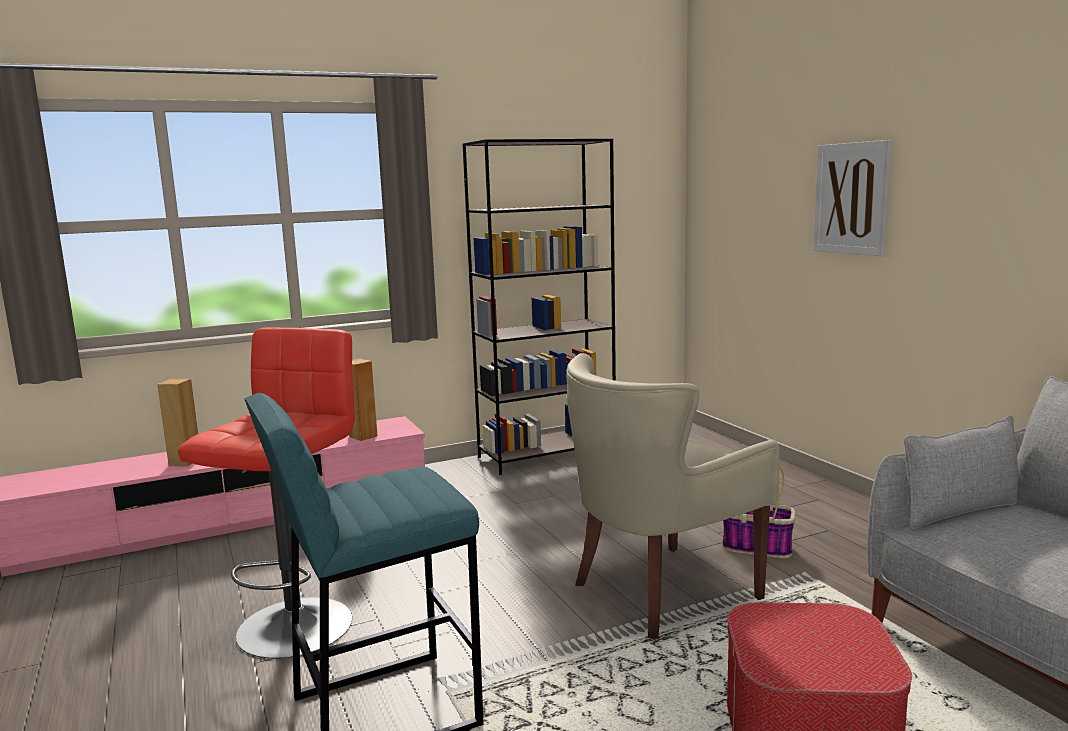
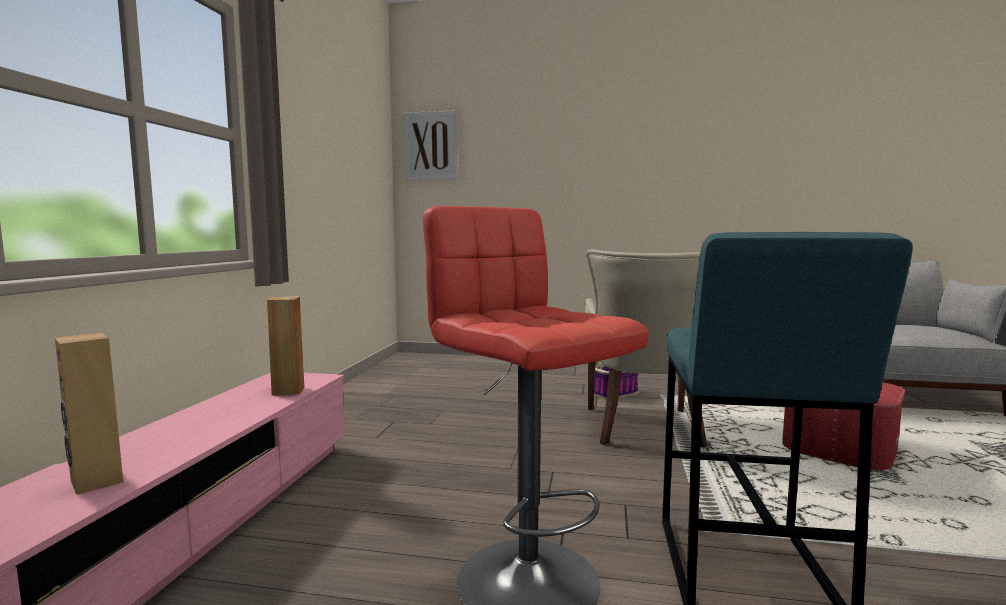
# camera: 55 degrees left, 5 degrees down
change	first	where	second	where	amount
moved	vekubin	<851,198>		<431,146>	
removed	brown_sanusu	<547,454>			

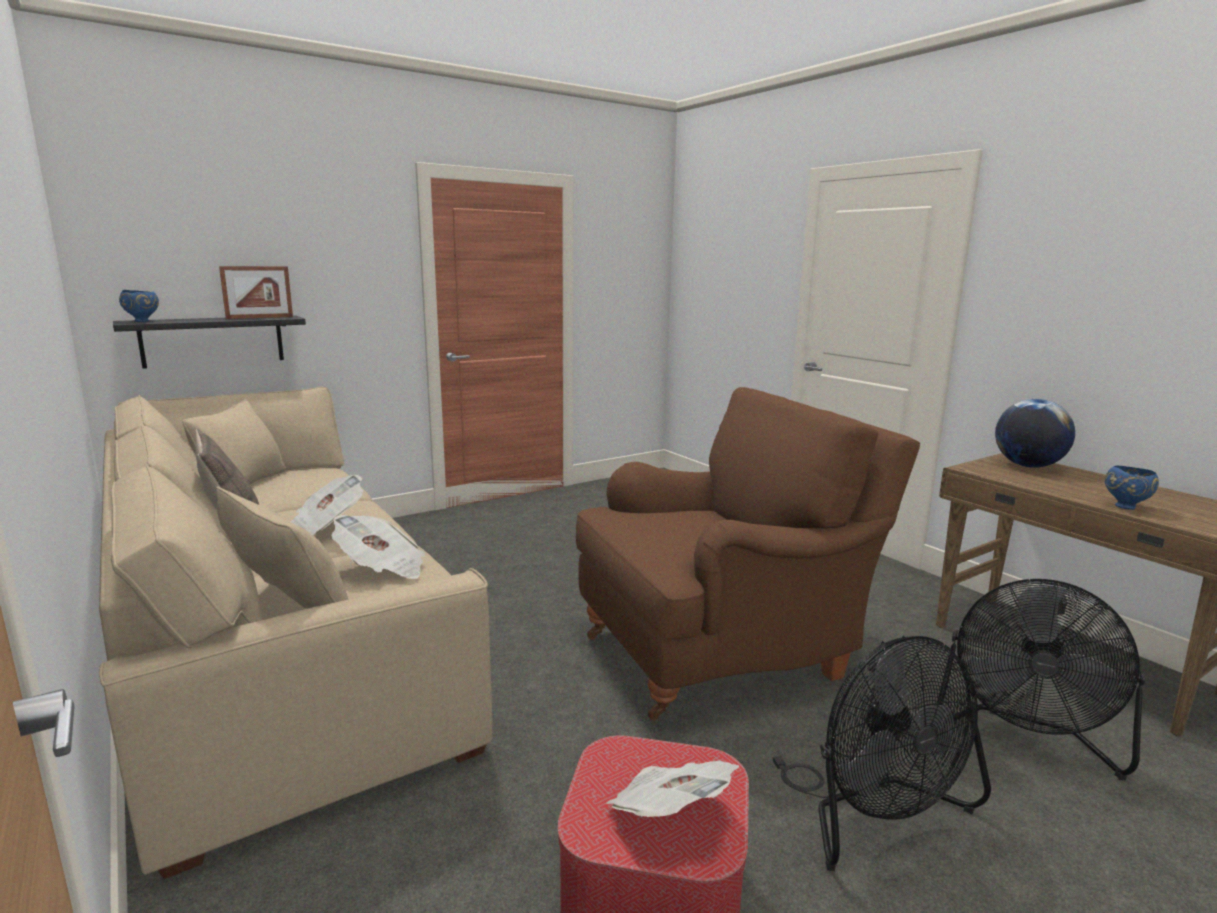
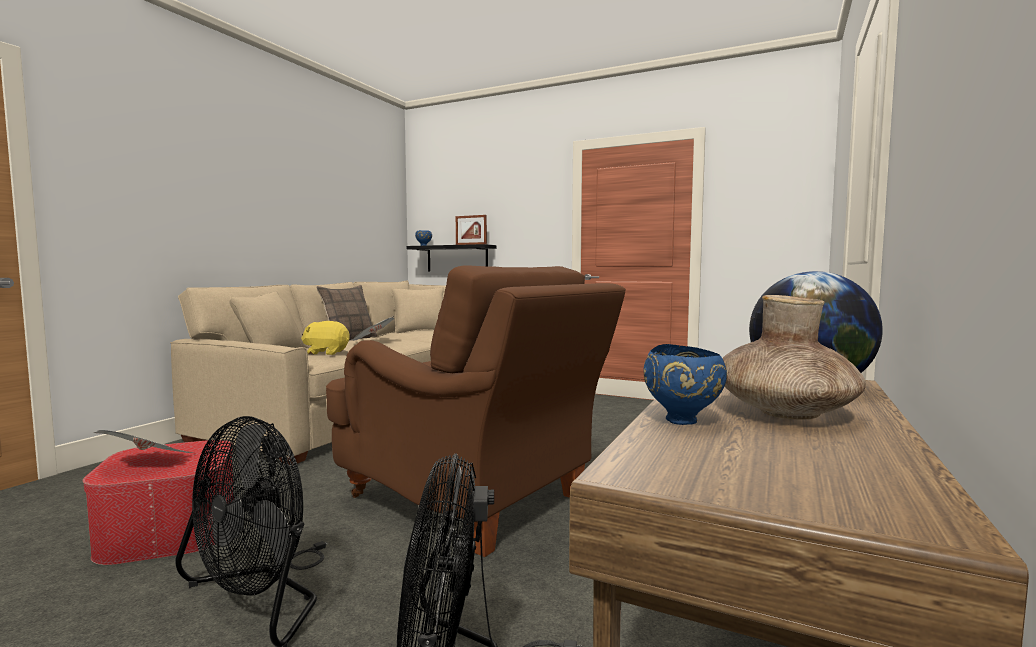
# camera: 60 degrees right, 10 degrees down
change	first	where	second	where	amount
replaced	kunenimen	<382,568>	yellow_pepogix	<326,352>	
added			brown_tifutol	<786,413>	

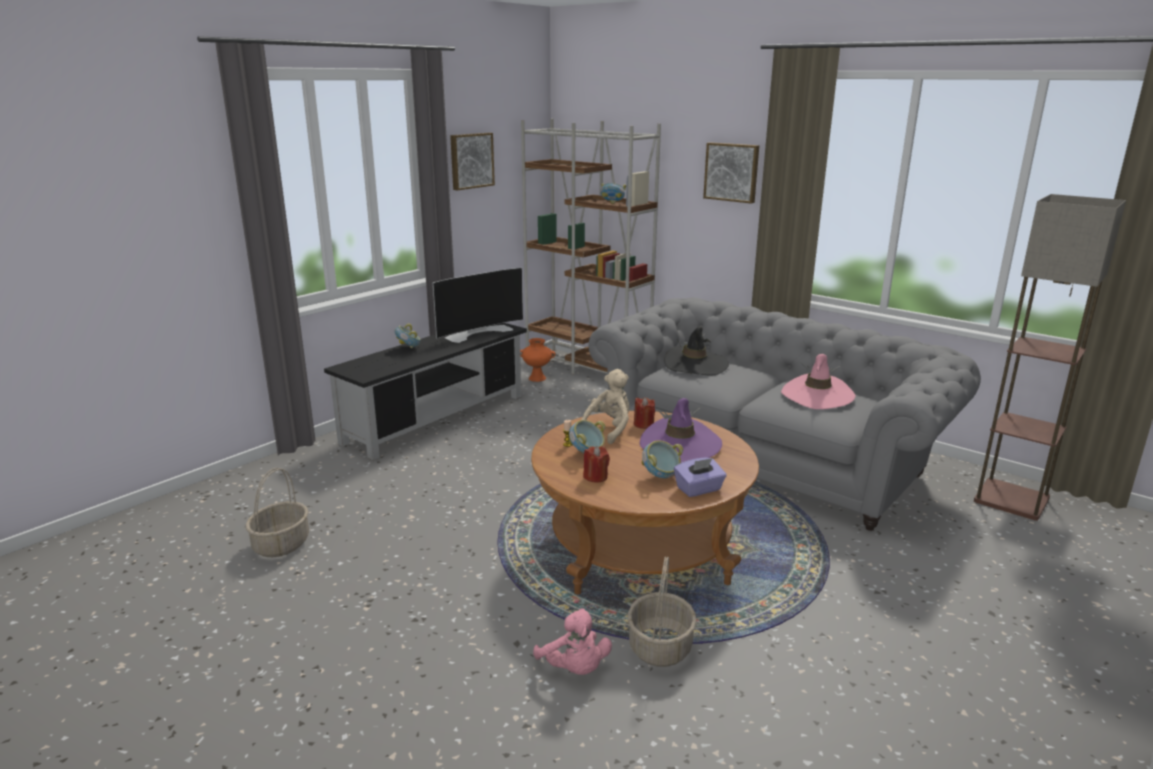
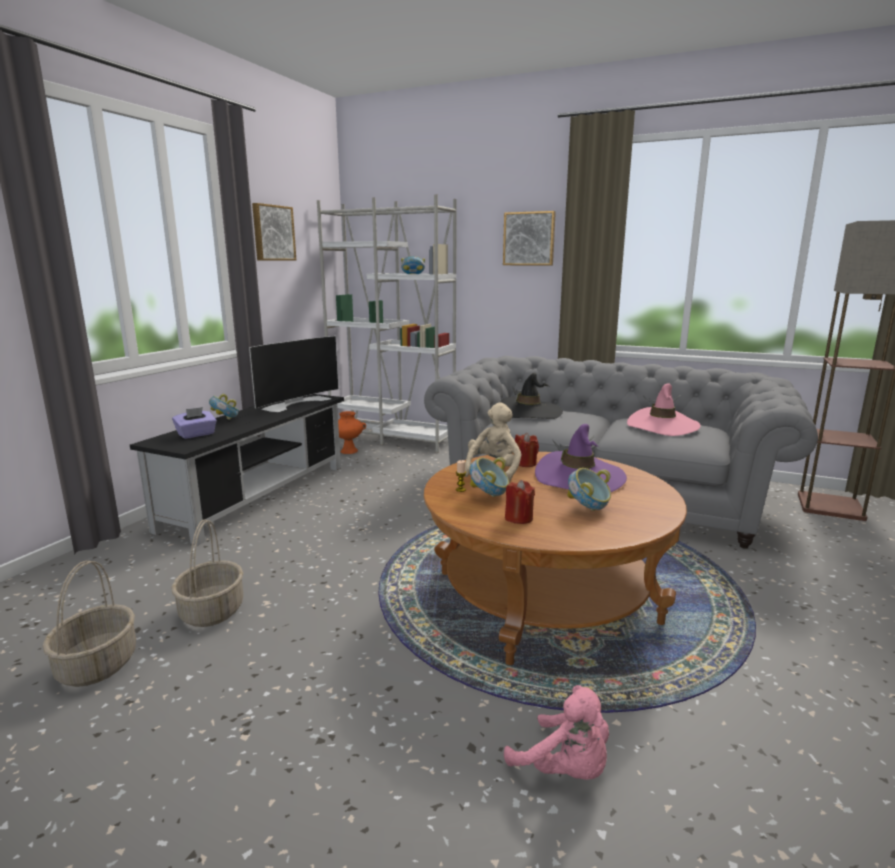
# camera: 15 degrees left, 5 degrees down
change	first	where	second	where	amount
moved	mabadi	<659,647>		<211,611>	
moved	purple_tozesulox	<699,489>		<196,434>	
recoloured	brown_sanusu	<587,368>	white_sanusu	<393,439>	

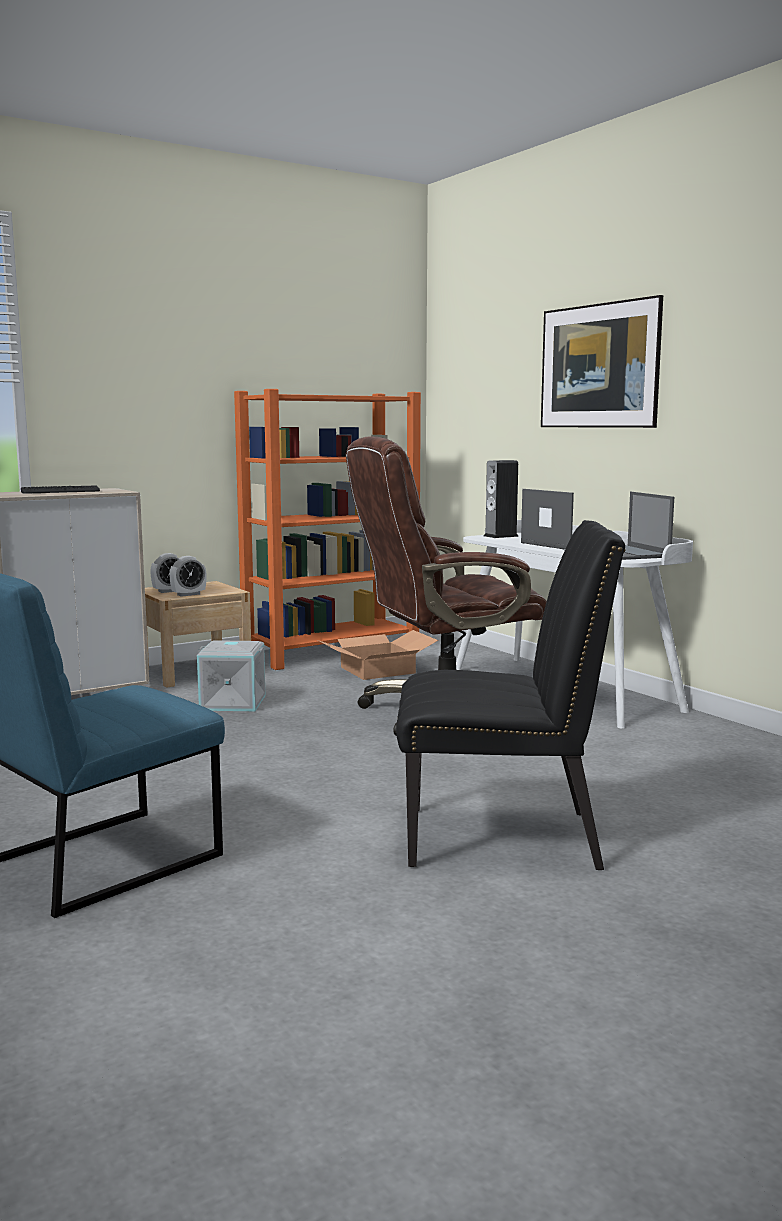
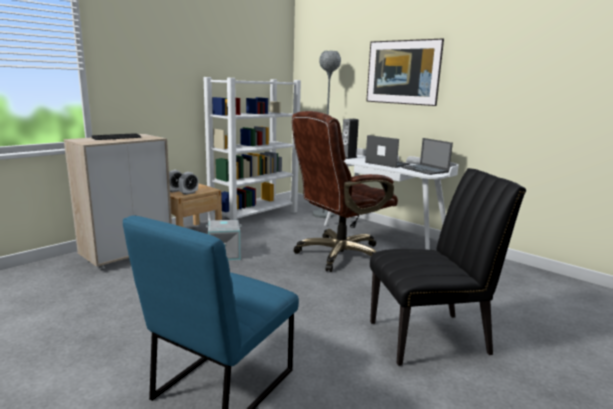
# camera: 15 degrees left, 5 degrees up
change	first	where	second	where	amount
recoloured	orange_sanusu	<332,651>	white_sanusu	<254,216>	
added			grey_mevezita	<323,214>	
removed	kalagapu	<378,670>			

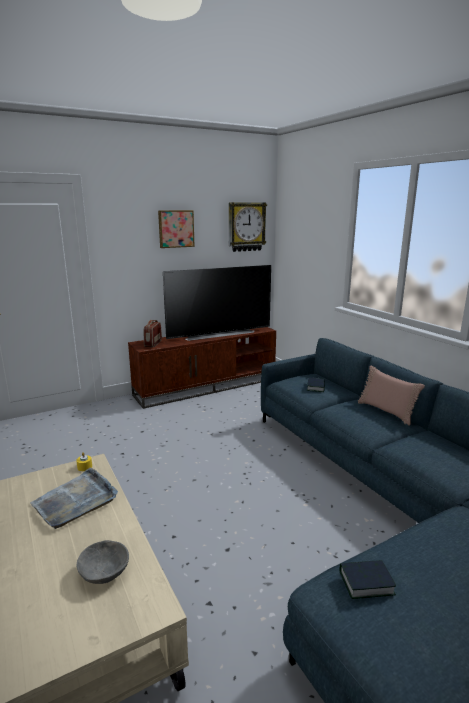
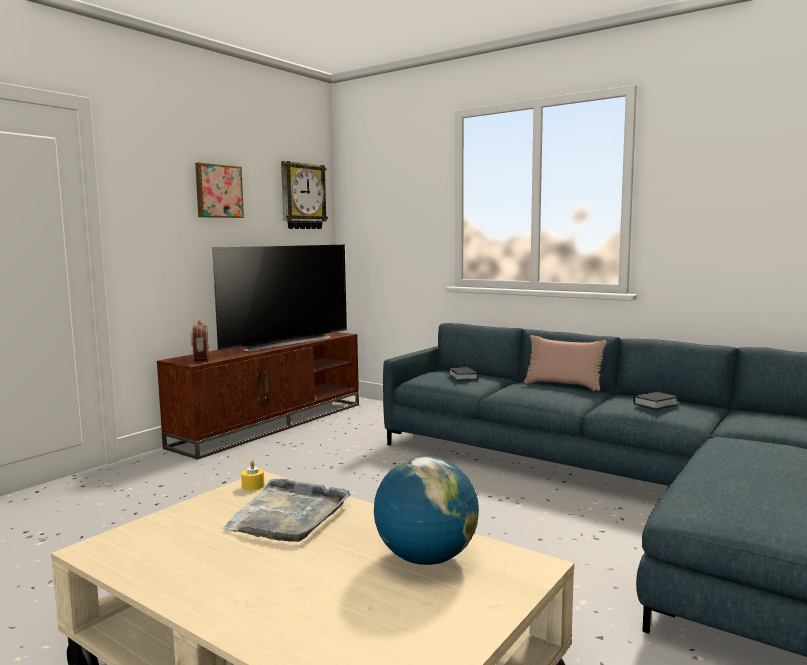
# camera: 25 degrees left, 10 degrees down
change	first	where	second	where	amount
replaced	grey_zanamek	<104,572>	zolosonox	<426,558>	
moved	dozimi	<366,583>		<655,405>	

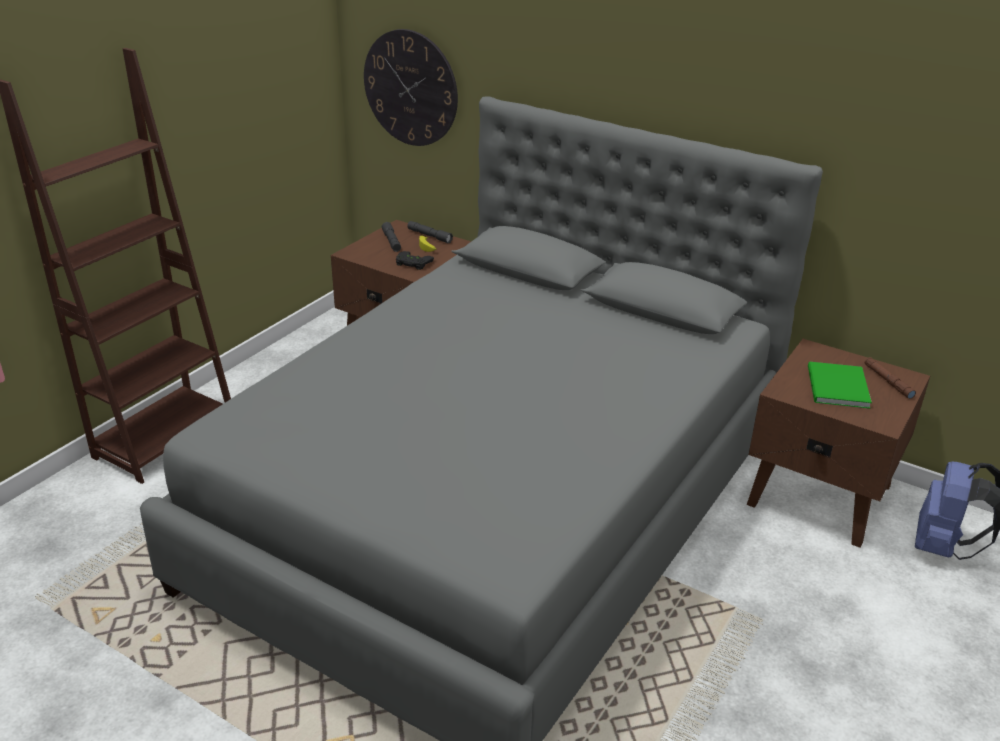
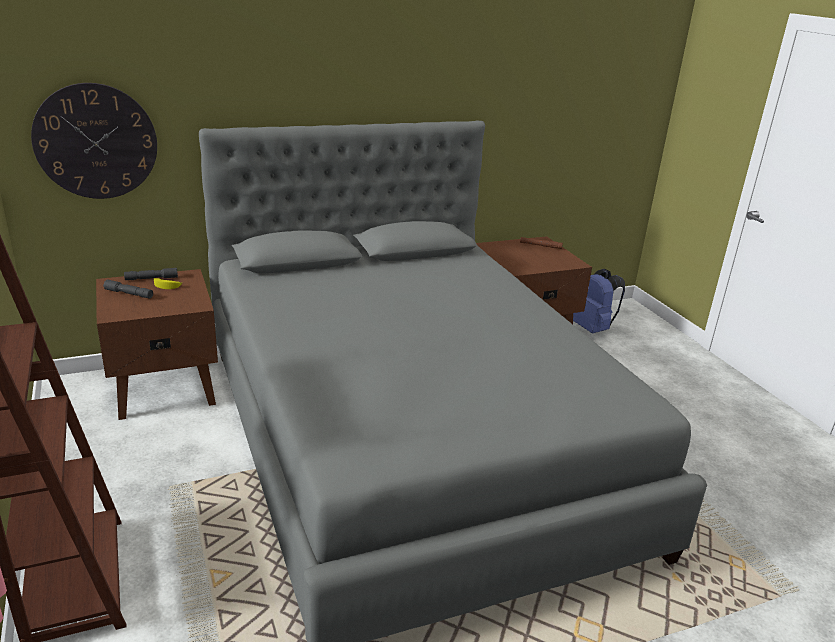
# camera: 55 degrees left, 5 degrees down
change	first	where	second	where	amount
removed	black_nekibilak	<412,263>			
removed	green_dozimi	<836,388>			

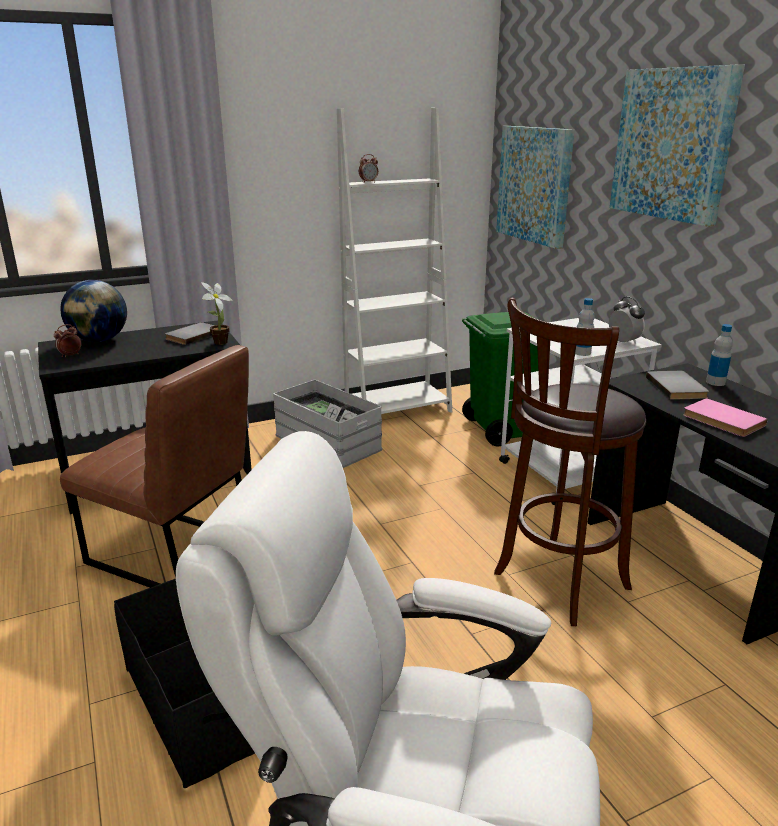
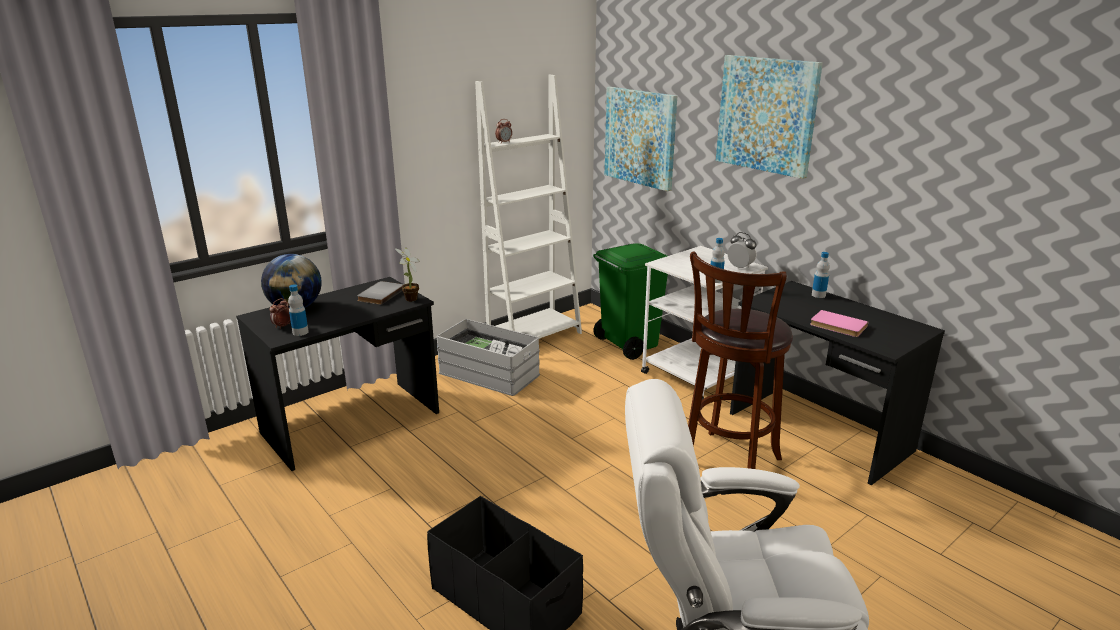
# camera: 15 degrees left, 0 degrees up
change	first	where	second	where	amount
added			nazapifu	<300,332>	
removed	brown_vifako	<174,553>			
removed	grey_dozimi	<678,387>			

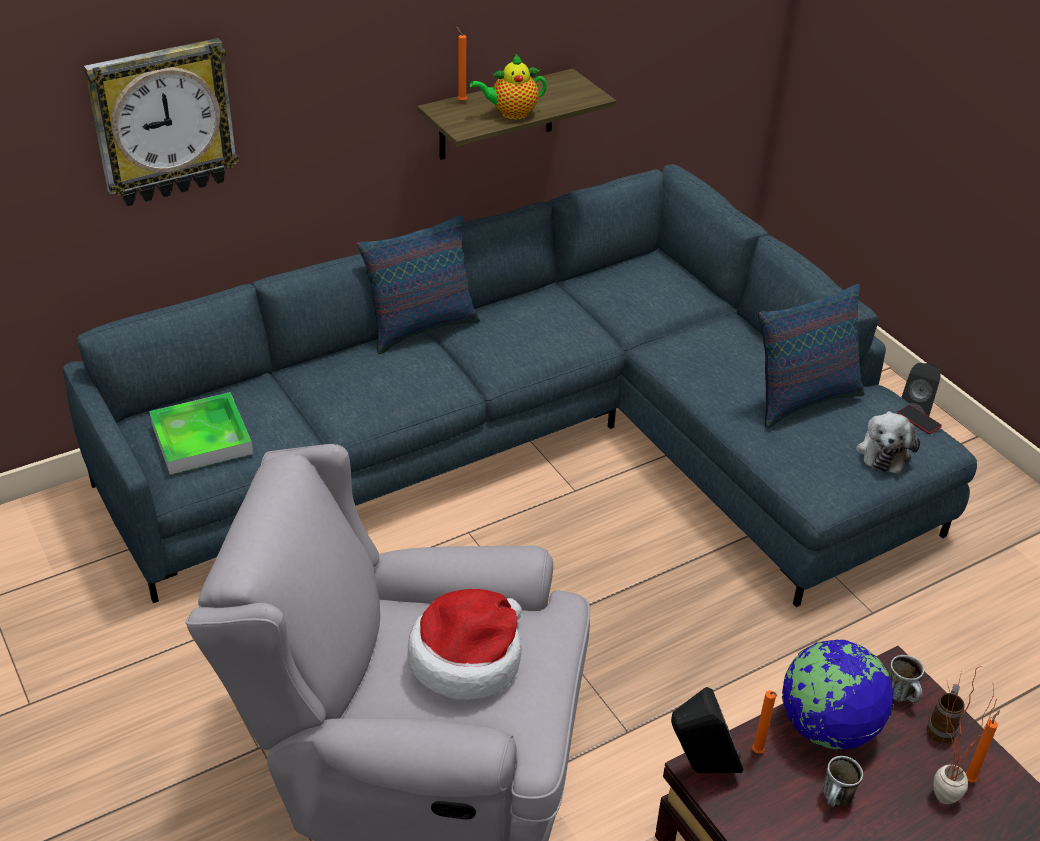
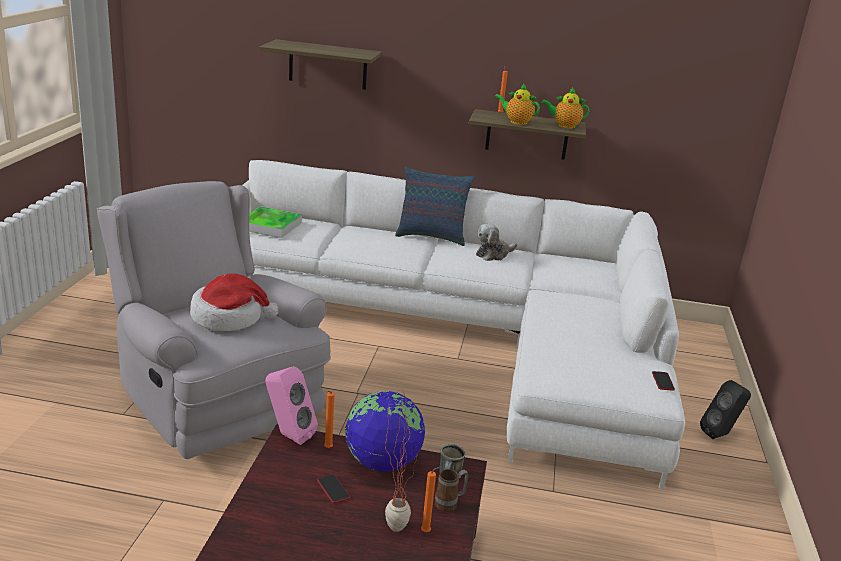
# camera: 40 degrees right, 15 degrees down
change	first	where	second	where	amount
recoloured	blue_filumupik	<542,446>	white_filumupik	<469,336>	
replaced	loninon	<163,122>	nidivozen	<328,65>	
recoloured	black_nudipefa	<700,768>	pink_nudipefa	<288,435>	
replaced	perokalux	<836,801>	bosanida	<333,489>	
moved	pepogix	<884,451>		<493,254>	
added			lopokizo	<564,126>	
removed	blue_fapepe	<804,401>			

